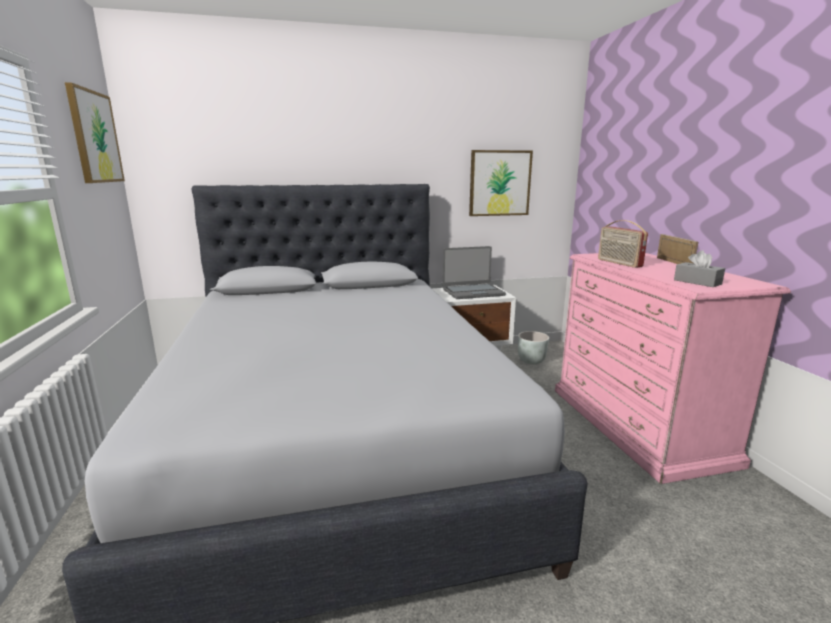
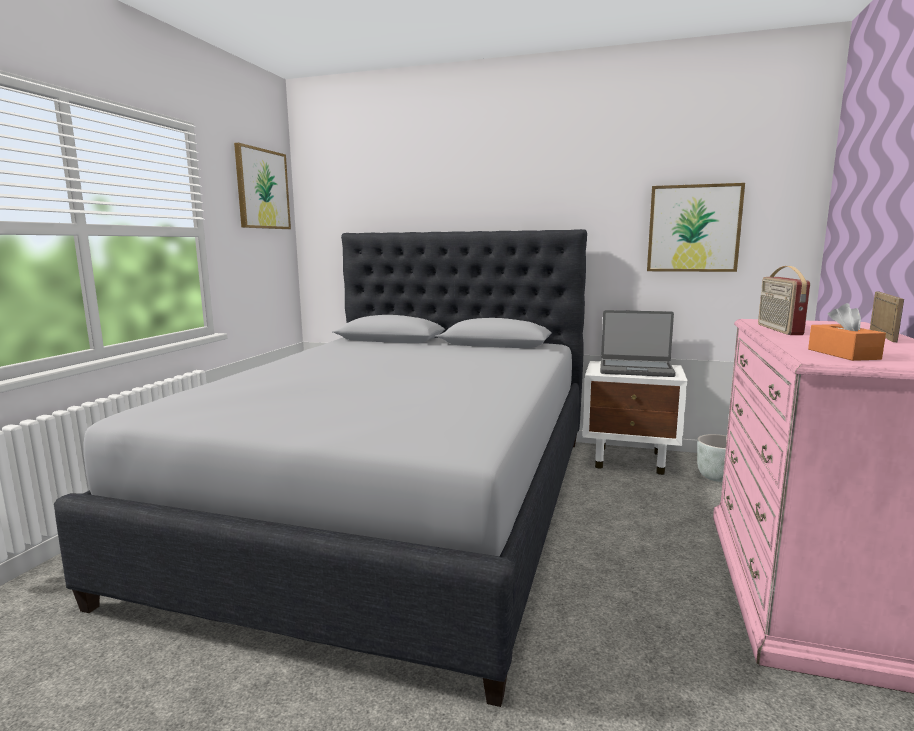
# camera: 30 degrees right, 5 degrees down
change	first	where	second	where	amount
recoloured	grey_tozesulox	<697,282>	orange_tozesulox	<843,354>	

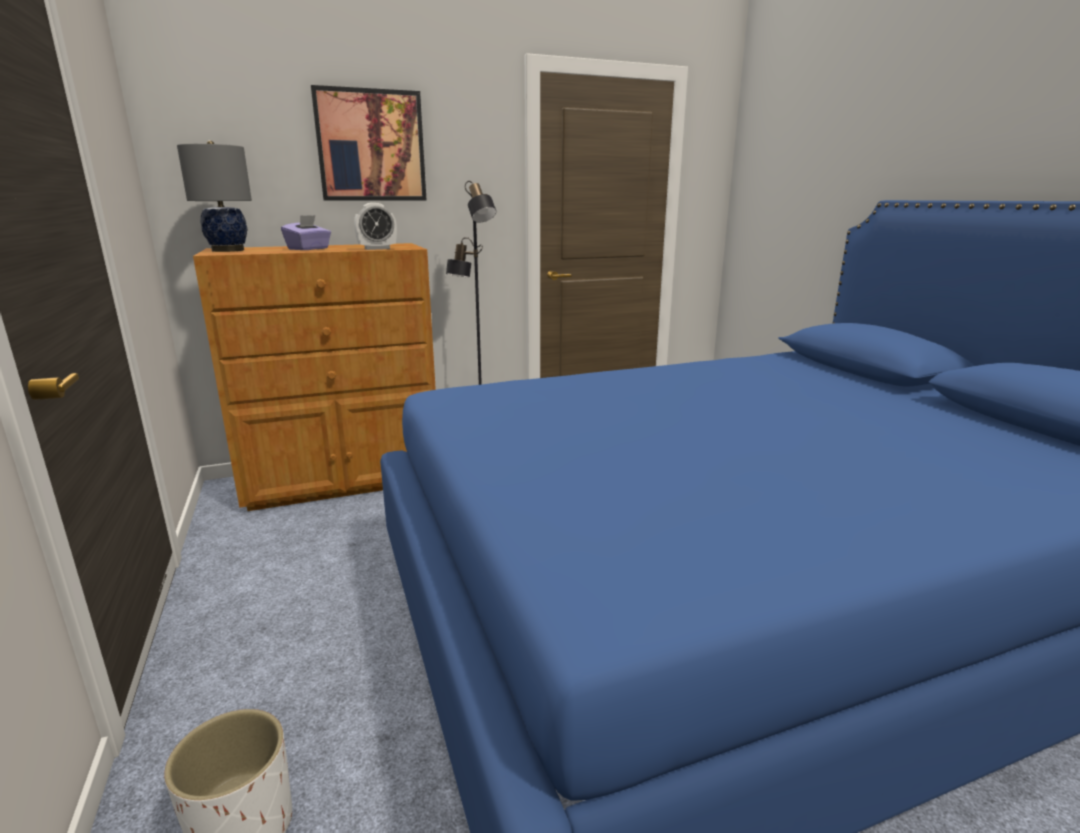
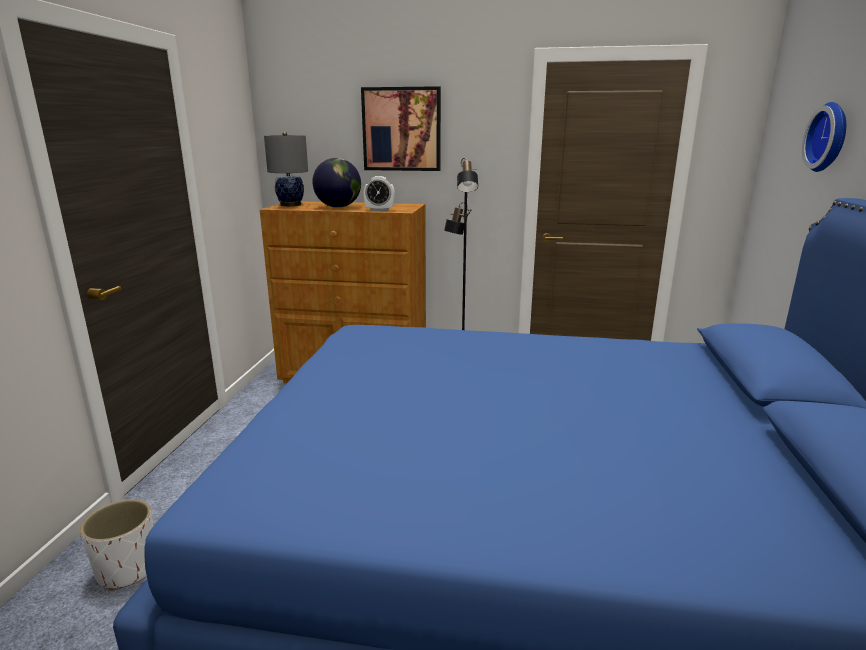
# camera: 30 degrees right, 0 degrees up
change	first	where	second	where	amount
replaced	purple_tozesulox	<309,249>	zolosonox	<338,207>	
added			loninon	<830,137>	

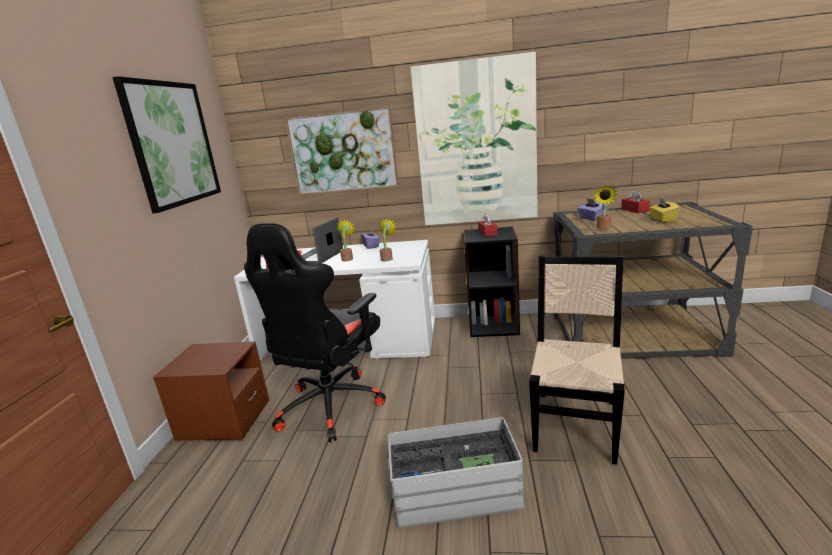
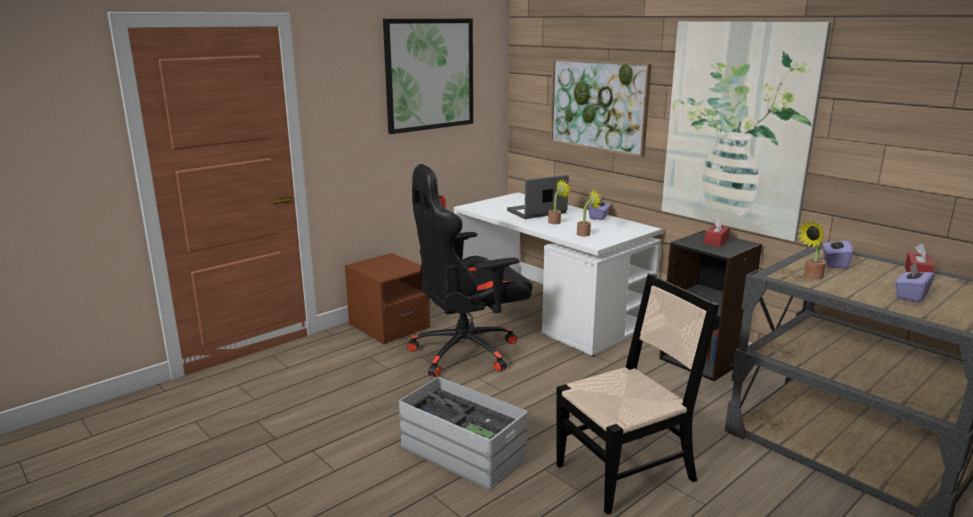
# camera: 40 degrees right, 0 degrees up
change	first	where	second	where	amount
recoloured	yellow_tozesulox	<663,220>	purple_tozesulox	<911,295>	

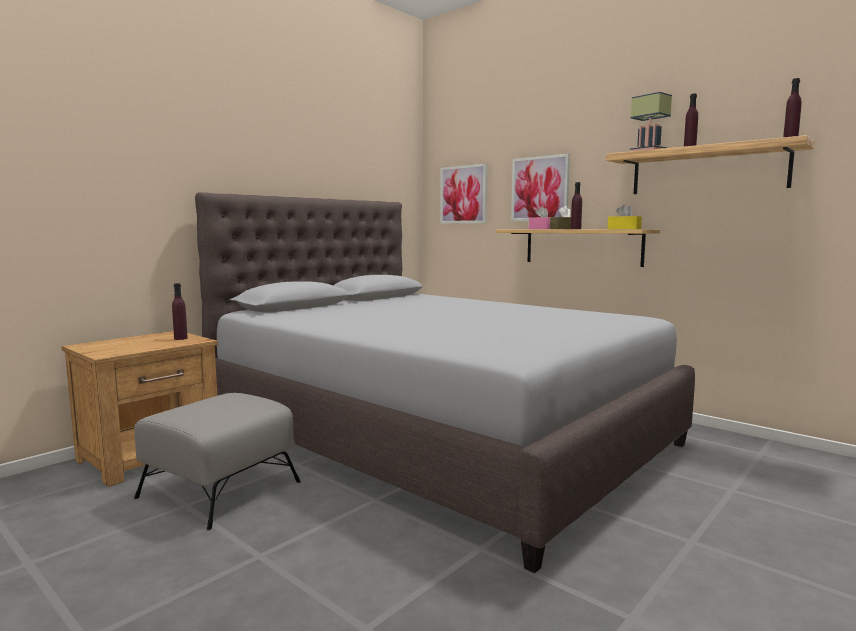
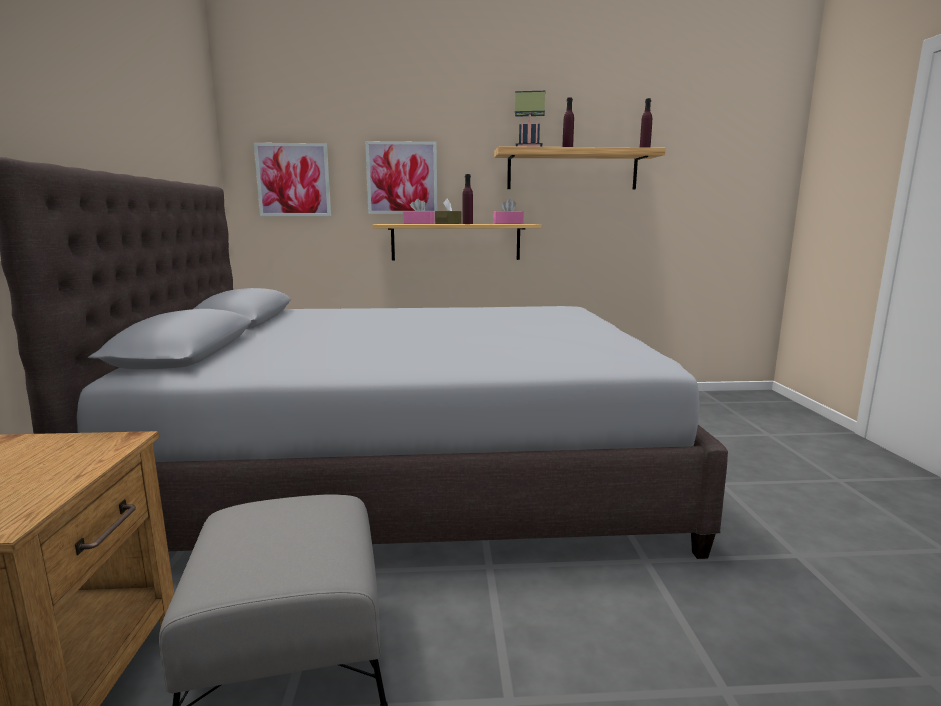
# camera: 45 degrees left, 5 degrees up
change	first	where	second	where	amount
recoloured	yellow_tozesulox	<624,229>	pink_tozesulox	<508,223>	
removed	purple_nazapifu	<180,338>			

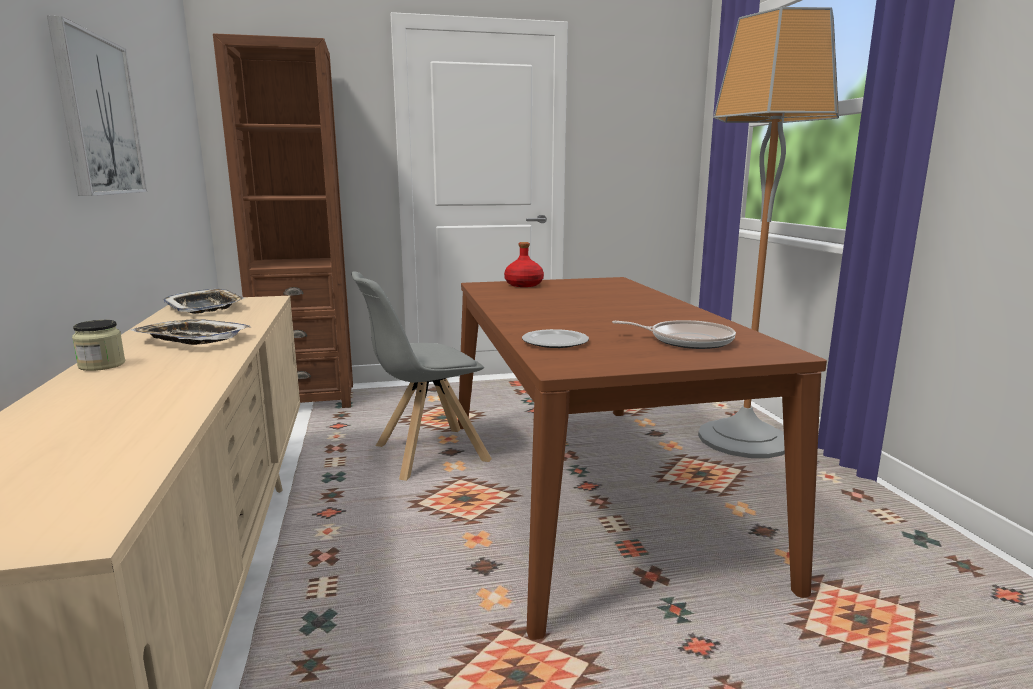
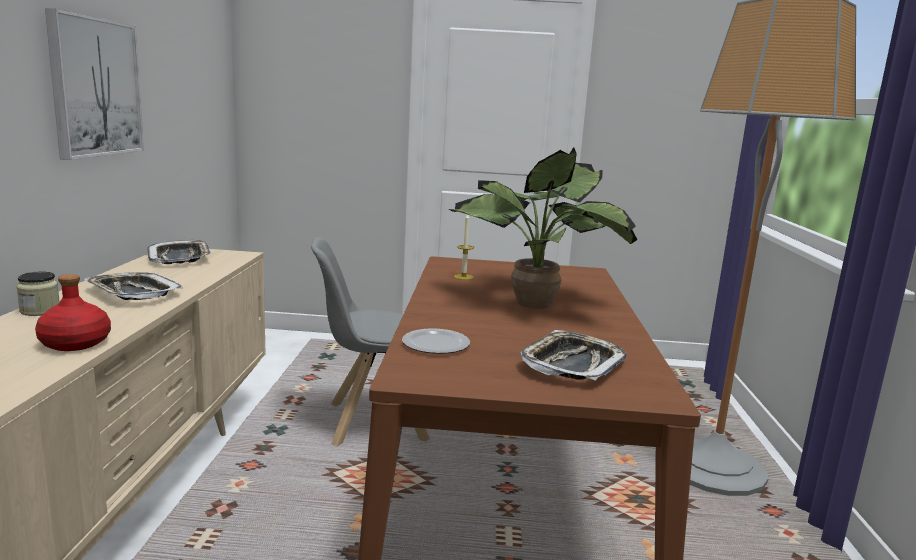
# camera: 15 degrees right, 0 degrees up
change	first	where	second	where	amount
moved	red_nazapifu	<523,284>		<76,343>	
added			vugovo	<537,302>	
added			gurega	<463,277>	
replaced	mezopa	<686,340>	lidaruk	<572,364>	
removed	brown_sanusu	<308,399>			

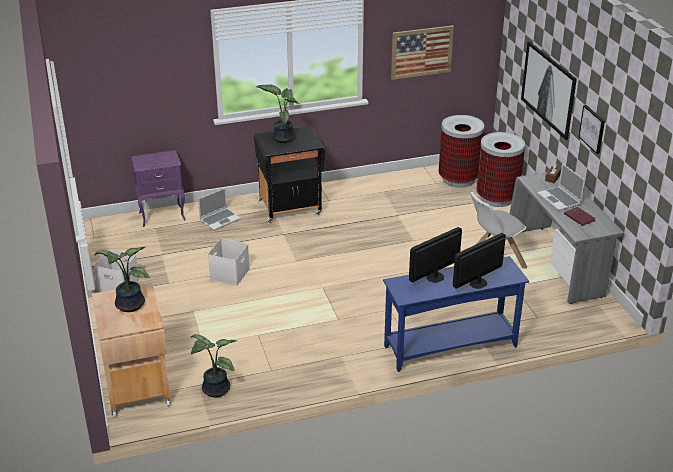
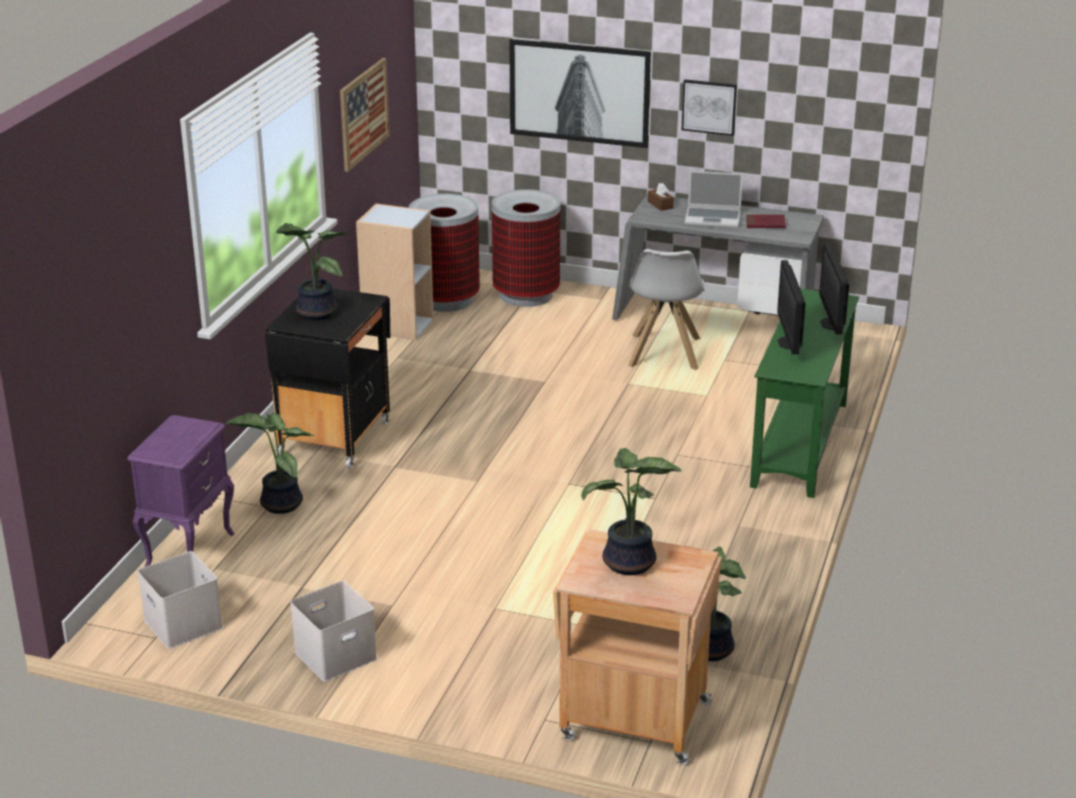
# camera: 55 degrees left, 5 degrees down
change	first	where	second	where	amount
moved	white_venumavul	<229,273>		<181,623>	
replaced	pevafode	<220,219>	vugovo	<279,504>	
added			sanusu	<397,325>	
recoloured	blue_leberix	<450,347>	green_leberix	<800,445>	

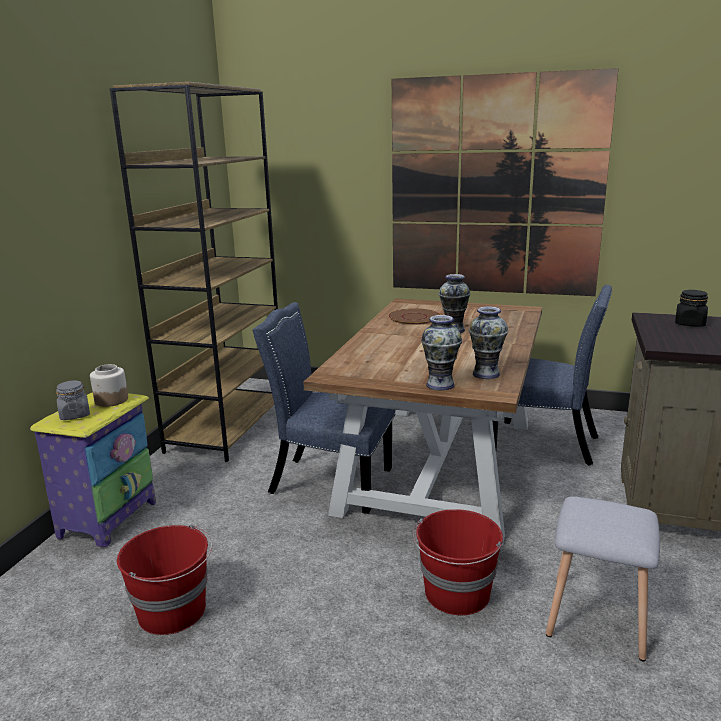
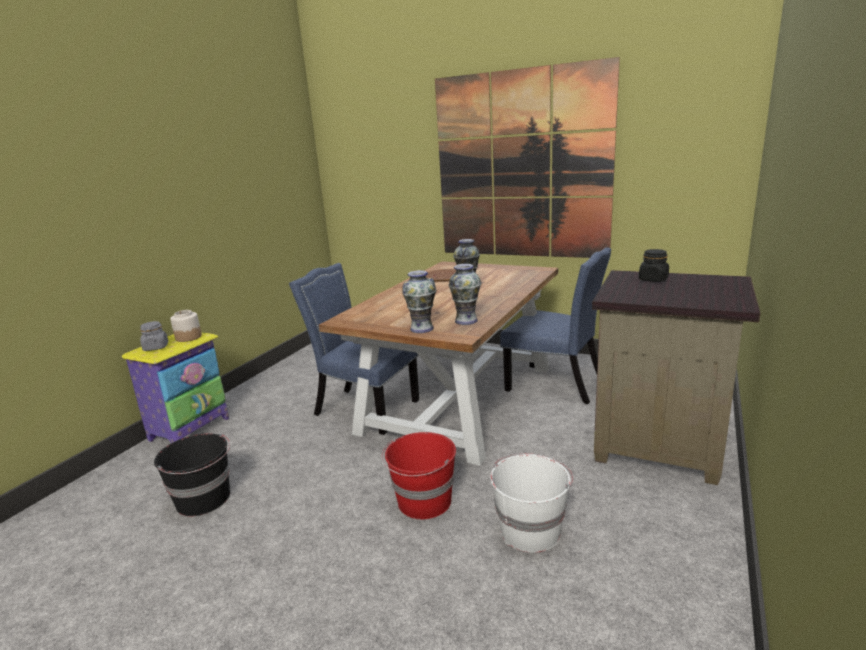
# camera: 10 degrees right, 0 degrees up
change	first	where	second	where	amount
recoloured	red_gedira	<173,611>	black_gedira	<204,499>	
replaced	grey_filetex	<595,617>	white_gedira	<530,529>	
removed	brown_sanusu	<227,426>			

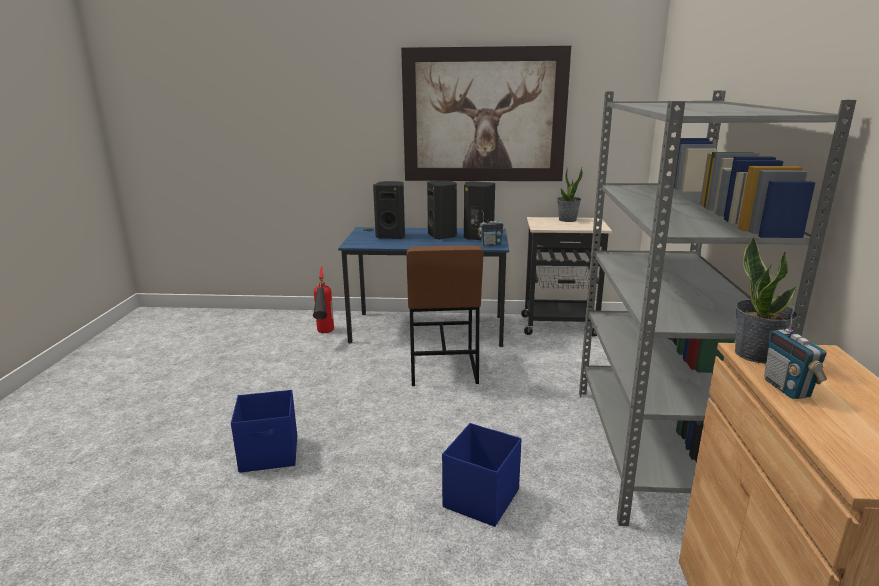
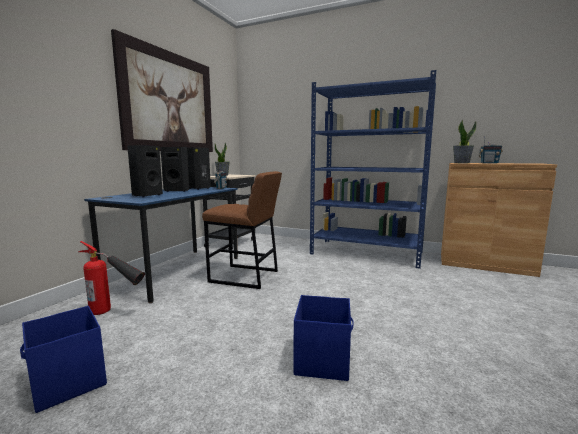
# camera: 70 degrees left, 10 degrees down
change	first	where	second	where	amount
moved	blue_venumavul	<480,499>		<68,383>	
recoloured	grey_sanusu	<651,450>	blue_sanusu	<366,253>	

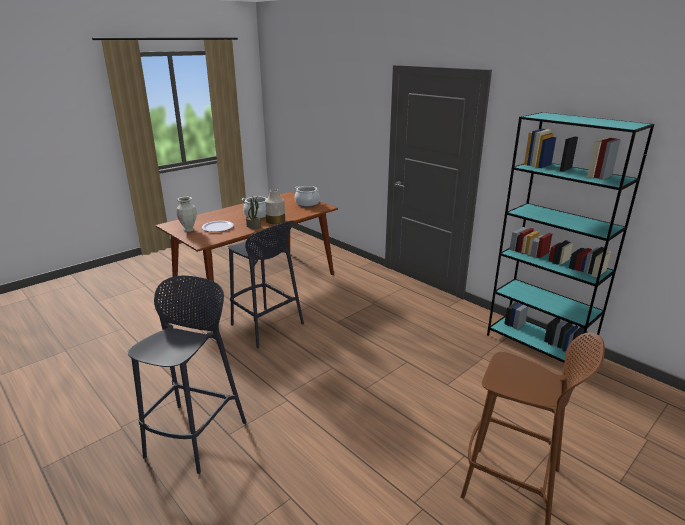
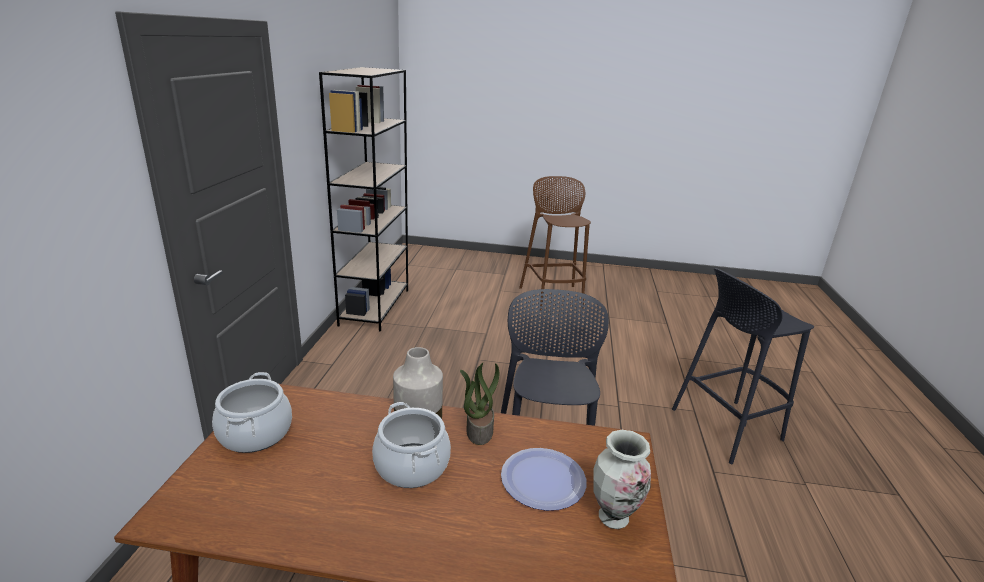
# camera: 130 degrees left, 0 degrees up
change	first	where	second	where	amount
recoloured	turquoise_sanusu	<539,345>	beige_sanusu	<374,307>	

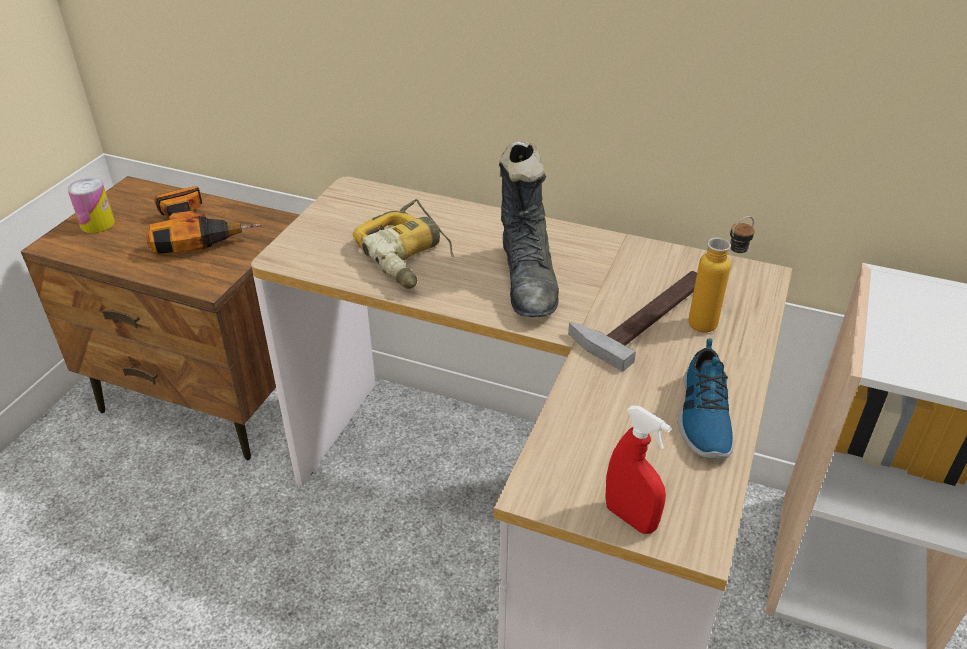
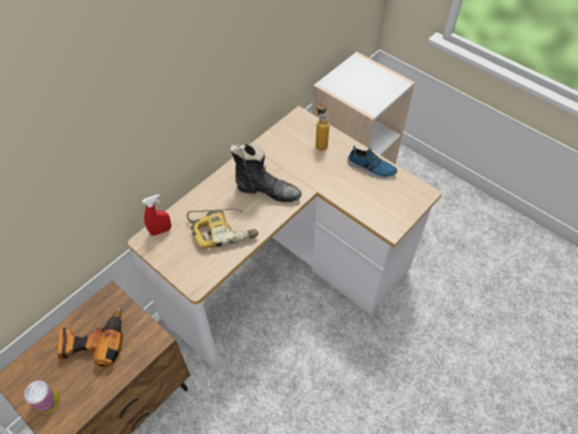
# camera: 70 degrees left, 15 degrees up
change	first	where	second	where	amount
moved	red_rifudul	<630,518>		<161,231>	
removed	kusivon	<644,314>			

